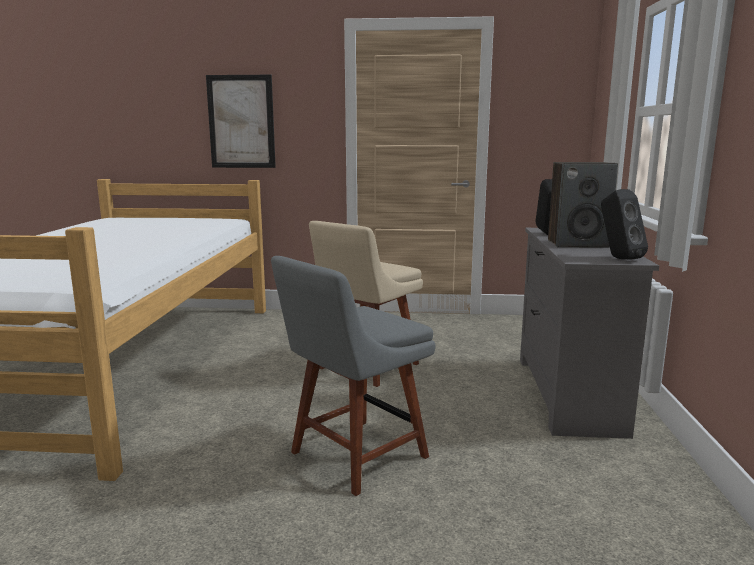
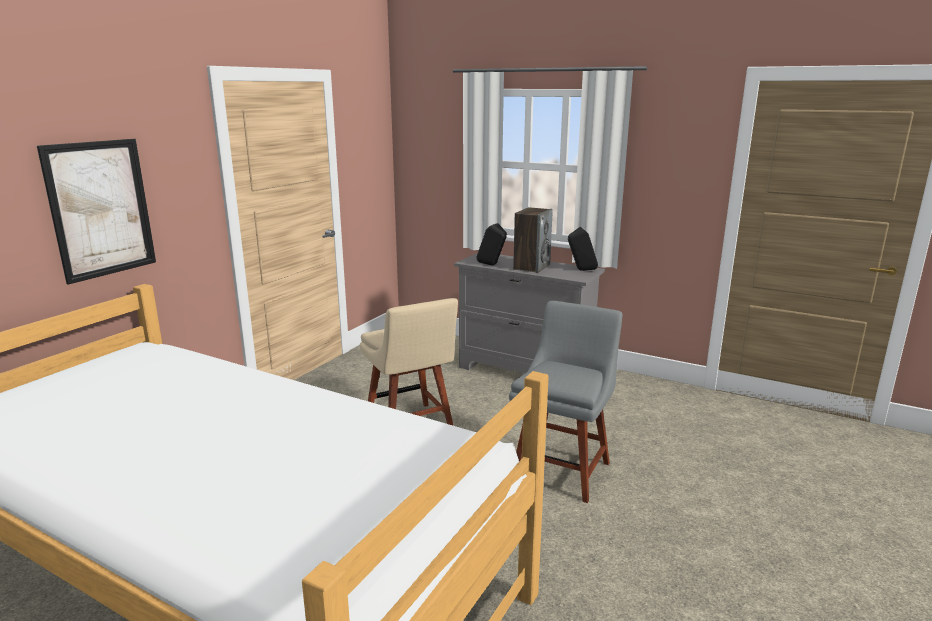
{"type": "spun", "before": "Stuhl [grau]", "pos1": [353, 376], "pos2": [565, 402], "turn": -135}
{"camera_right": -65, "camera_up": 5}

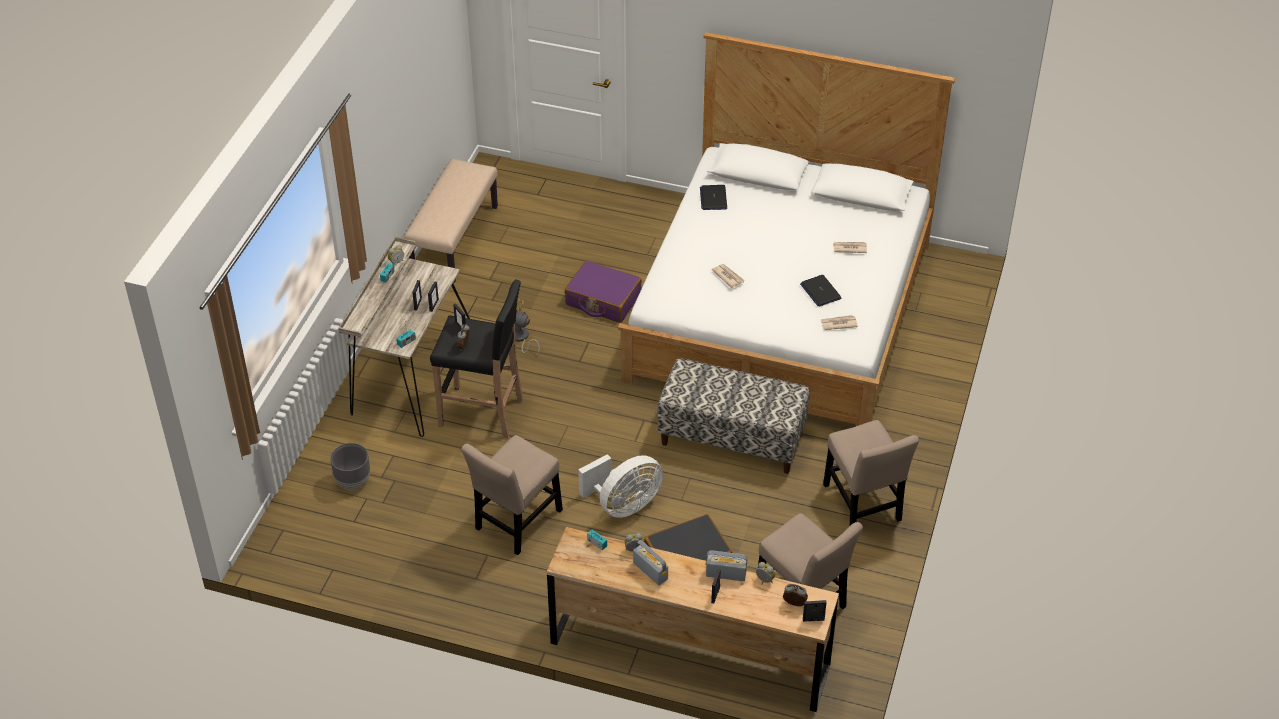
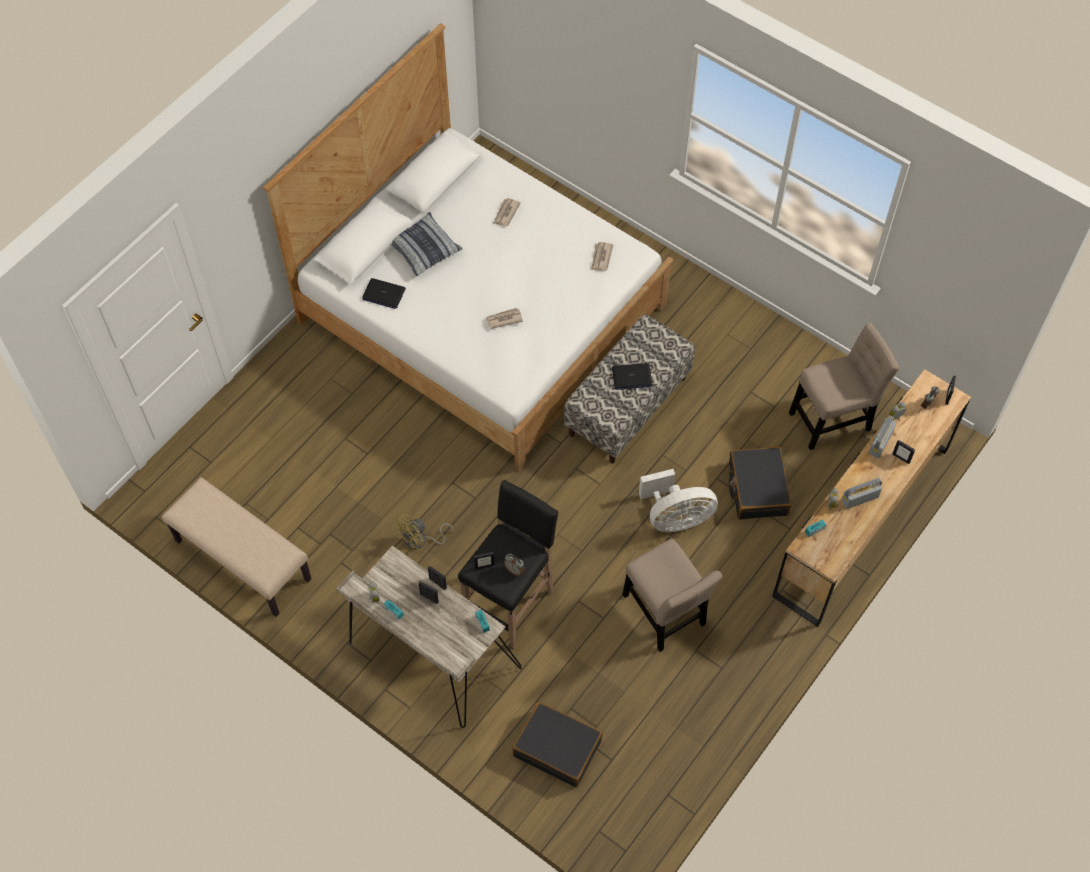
{"type": "missing", "before": "Koffer [lila]", "pos1": [603, 291]}
{"type": "missing", "before": "Stuhl [beige]", "pos1": [871, 473]}
{"type": "appeared", "after": "Kissen", "pos2": [427, 244]}
{"type": "relocated", "before": "Laptop", "pos1": [820, 291], "pos2": [632, 376]}
{"type": "exchanged", "before": "Pflanzkübel [grau]", "after": "Koffer [schwarz]", "pos1": [350, 466], "pos2": [557, 744]}
{"type": "spun", "before": "Ventilator [weiß]", "pos1": [620, 486], "pos2": [678, 500], "turn": 90}
{"camera_right": -70, "camera_up": 15}

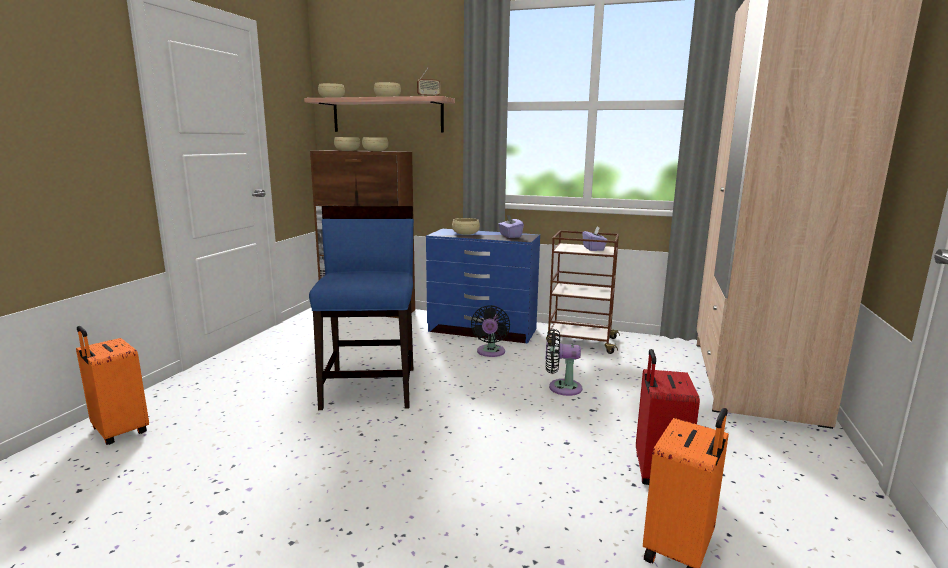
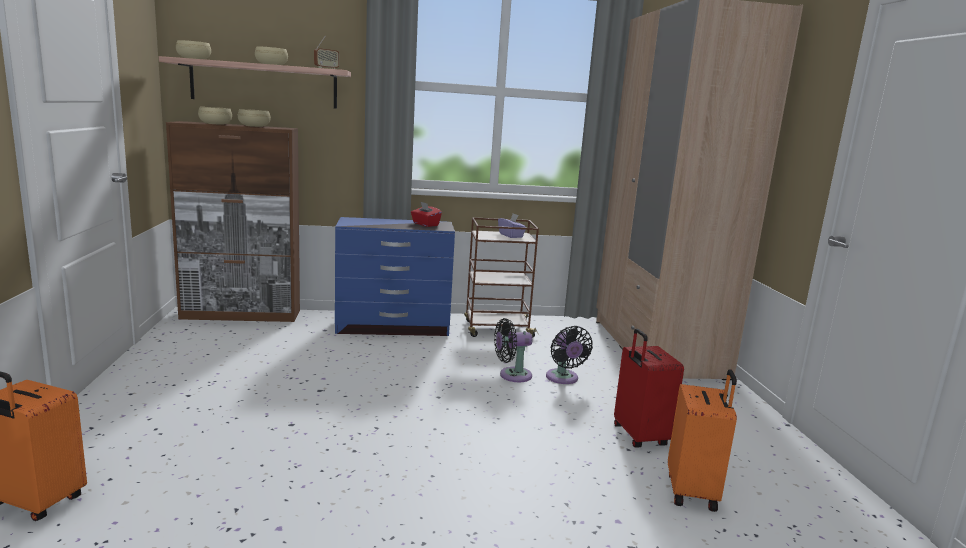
{"type": "missing", "before": "Stuhl [blau]", "pos1": [361, 308]}
{"type": "missing", "before": "Schüssel [beige]", "pos1": [466, 226]}
{"type": "relocated", "before": "Ventilator [schwarz]", "pos1": [490, 331], "pos2": [569, 355]}
{"type": "colour", "before": "Taschentuchbox [lila]", "after": "Taschentuchbox [rot]", "pos1": [511, 226], "pos2": [426, 214]}
{"camera_right": -25, "camera_up": 0}

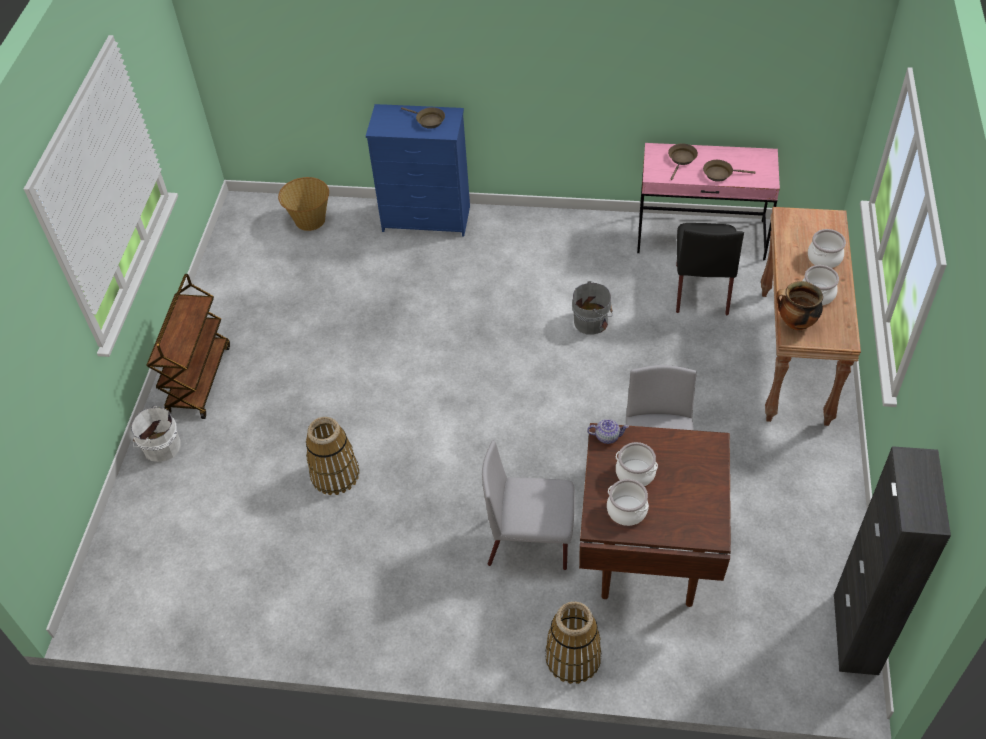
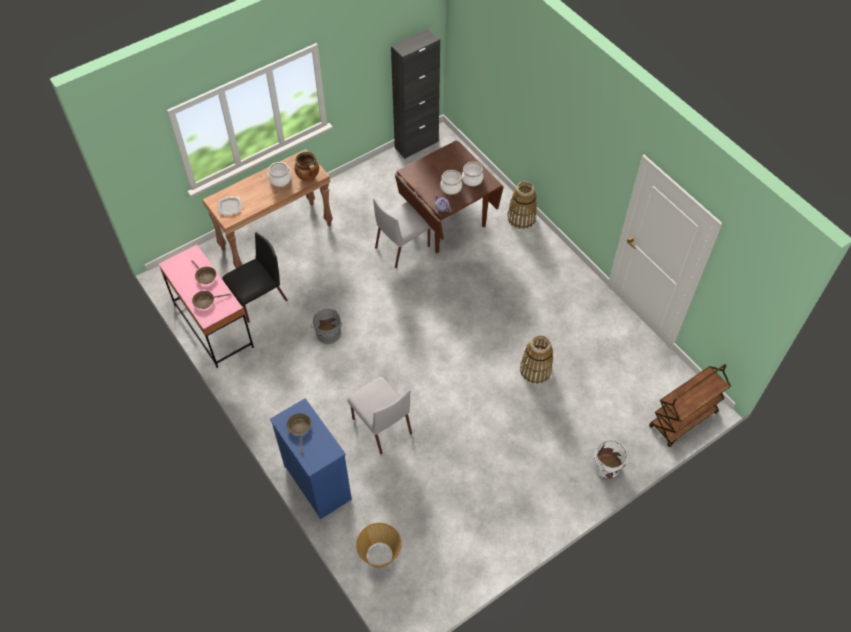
{"type": "missing", "before": "Kochtopf", "pos1": [827, 248]}
{"type": "appeared", "after": "Teller", "pos2": [229, 205]}
{"type": "relocated", "before": "Rollwagen [braun]", "pos1": [188, 346], "pos2": [690, 405]}
{"type": "relocated", "before": "Stuhl [grau]", "pos1": [528, 505], "pos2": [379, 415]}
{"camera_right": -135, "camera_up": 5}

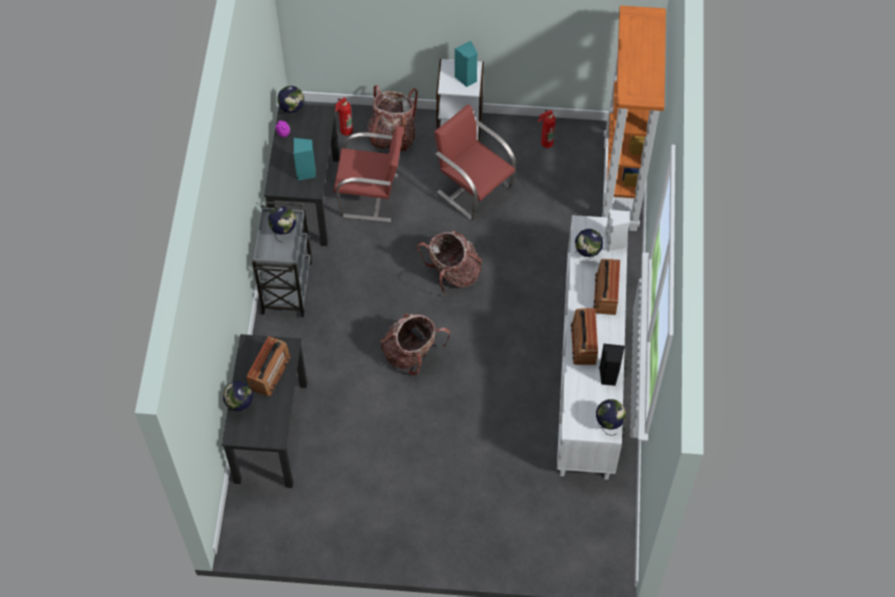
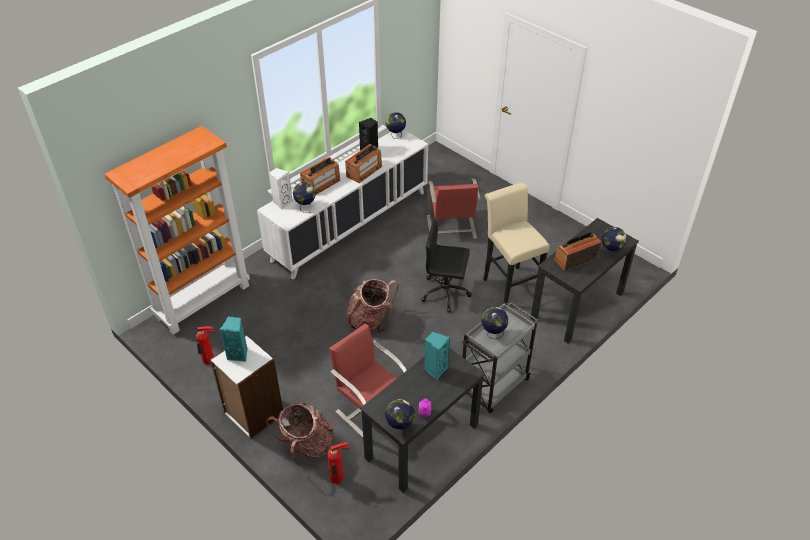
{"type": "appeared", "after": "Hocker [beige]", "pos2": [516, 243]}
{"type": "relocated", "before": "Stuhl [rot]", "pos1": [475, 162], "pos2": [454, 208]}
{"type": "exchanged", "before": "Rucksack", "after": "Bürostuhl [schwarz]", "pos1": [415, 344], "pos2": [446, 266]}
{"camera_right": -140, "camera_up": -15}

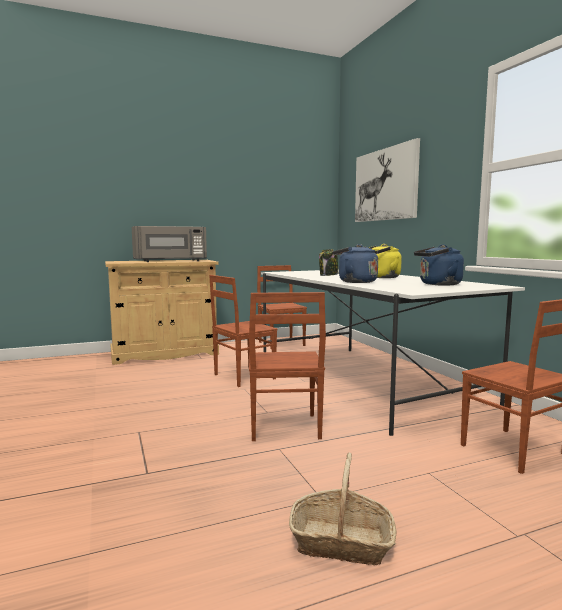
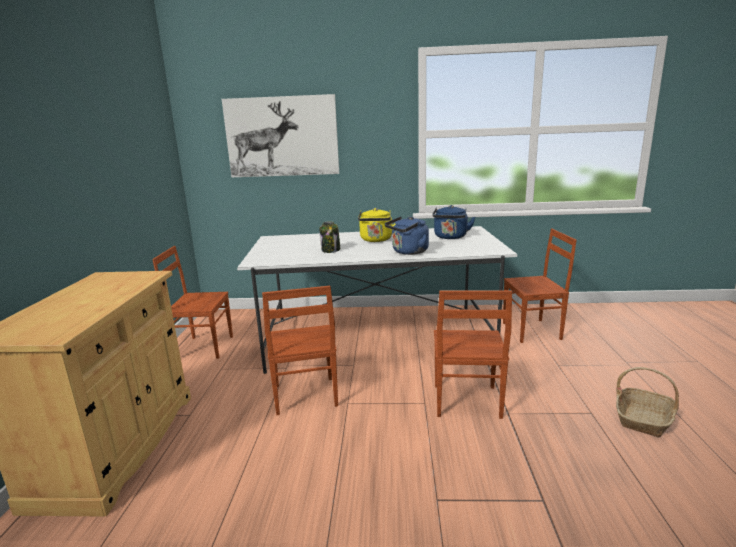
{"type": "missing", "before": "Mikrowelle [grau]", "pos1": [169, 244]}
{"type": "spun", "before": "Stuhl [braun]", "pos1": [287, 366], "pos2": [473, 354], "turn": 75}
{"camera_right": -65, "camera_up": 10}

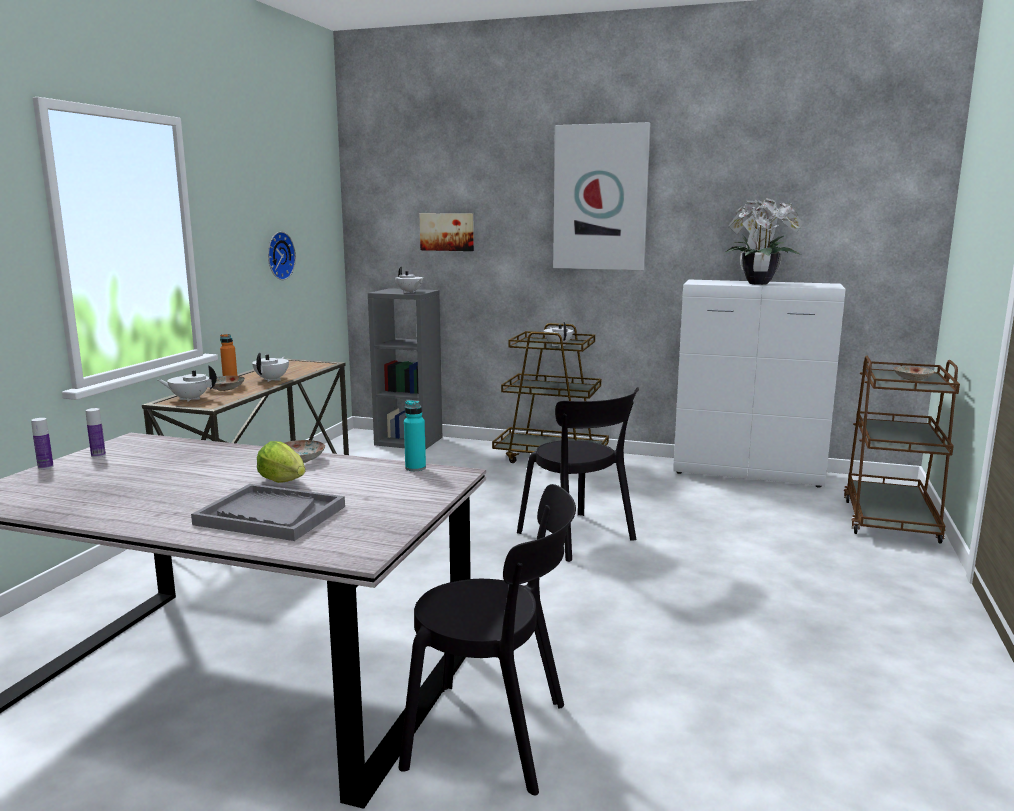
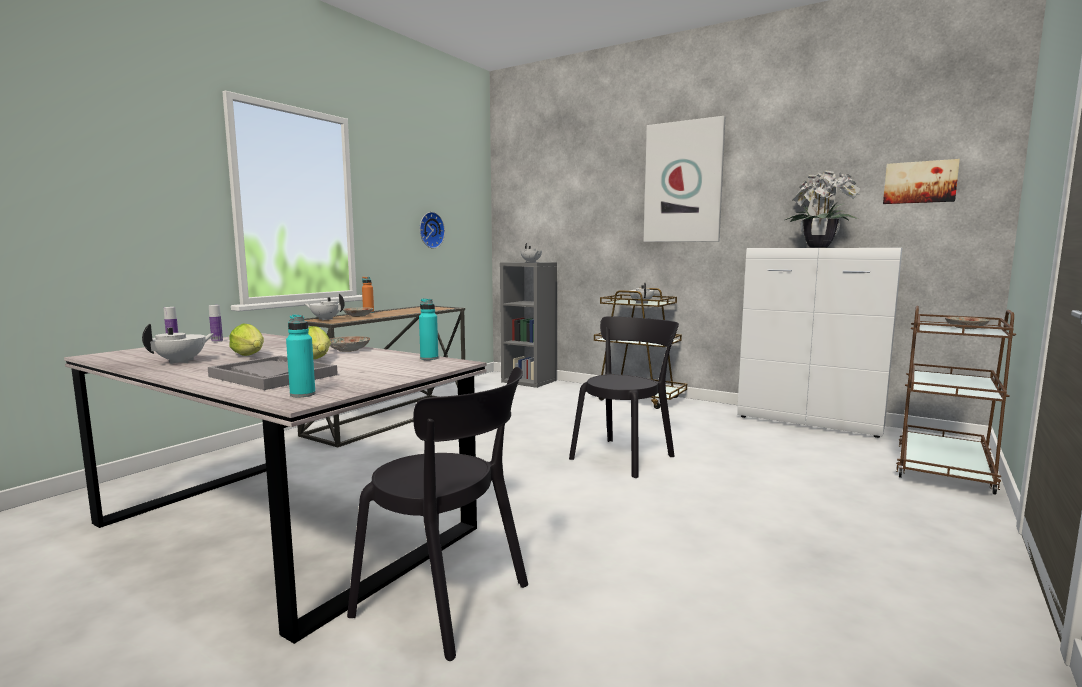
{"type": "appeared", "after": "Salatkopf", "pos2": [246, 340]}
{"type": "appeared", "after": "Flasche [türkis]", "pos2": [300, 355]}
{"type": "relocated", "before": "Teekanne [weiß]", "pos1": [270, 367], "pos2": [178, 344]}
{"type": "relocated", "before": "Bild", "pos1": [446, 232], "pos2": [921, 181]}
{"type": "spun", "before": "Stuhl [schwarz]", "pos1": [578, 474], "pos2": [624, 397], "turn": -120}
{"camera_right": 15, "camera_up": -5}

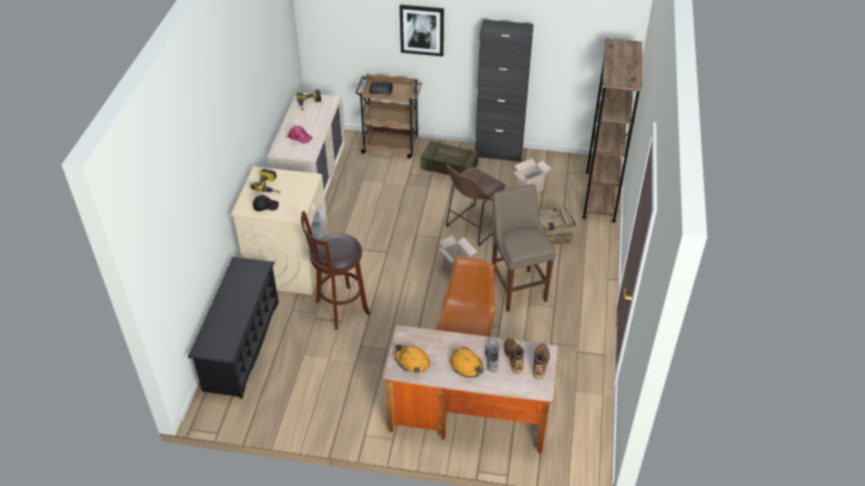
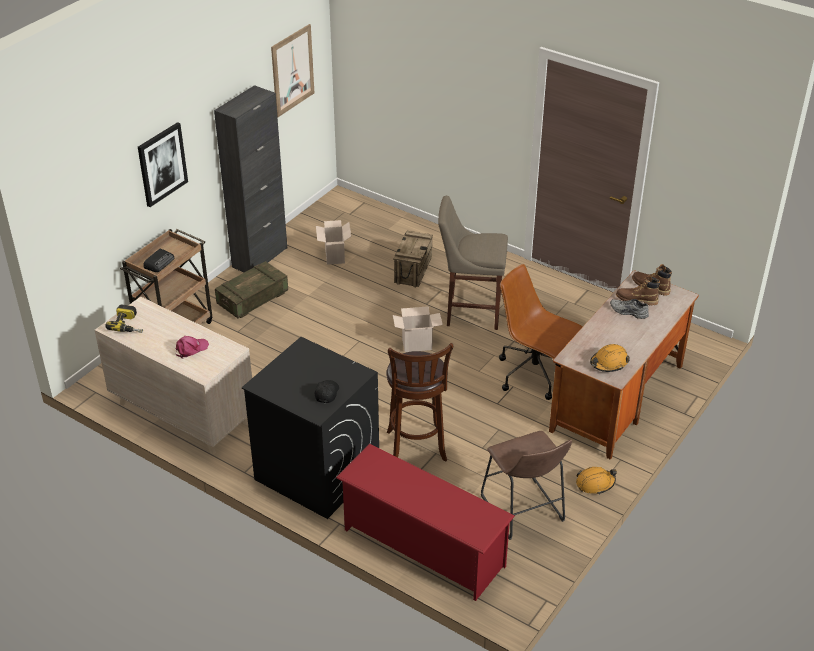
{"type": "missing", "before": "Bohrmaschine", "pos1": [265, 181]}
{"type": "missing", "before": "Bücherregal [braun]", "pos1": [612, 130]}
{"type": "appeared", "after": "Bild", "pos2": [292, 70]}
{"type": "relocated", "before": "Hocker [braun]", "pos1": [476, 205], "pos2": [526, 485]}
{"type": "relocated", "before": "Schutzhelm [orange]", "pos1": [467, 362], "pos2": [596, 480]}
{"type": "colour", "before": "Schuhregal [schwarz]", "after": "Schuhregal [rot]", "pos1": [233, 328], "pos2": [425, 522]}
{"type": "colour", "before": "Waschmaschine [beige]", "after": "Waschmaschine [schwarz]", "pos1": [280, 231], "pos2": [310, 428]}
{"camera_right": -65, "camera_up": -5}

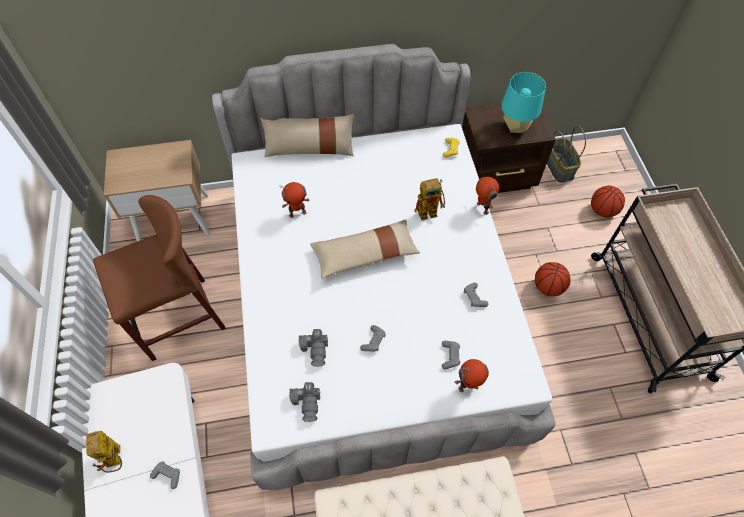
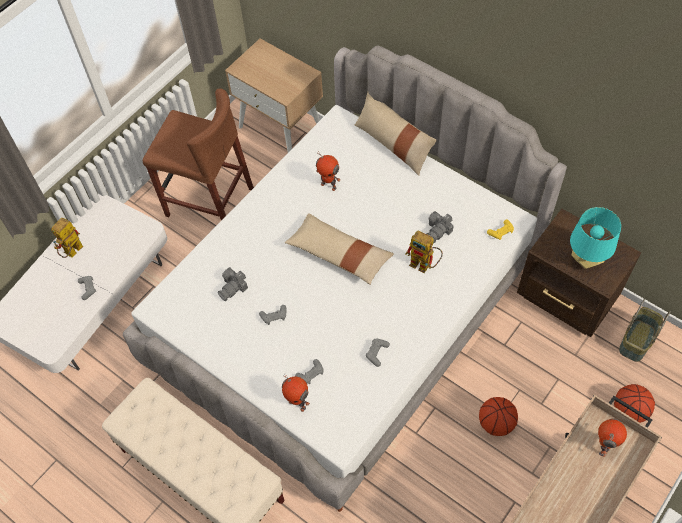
{"type": "relocated", "before": "Kamera", "pos1": [304, 402], "pos2": [440, 227]}
{"type": "relocated", "before": "Spielzeugroboter", "pos1": [487, 196], "pos2": [612, 437]}
{"camera_right": 50, "camera_up": 0}

